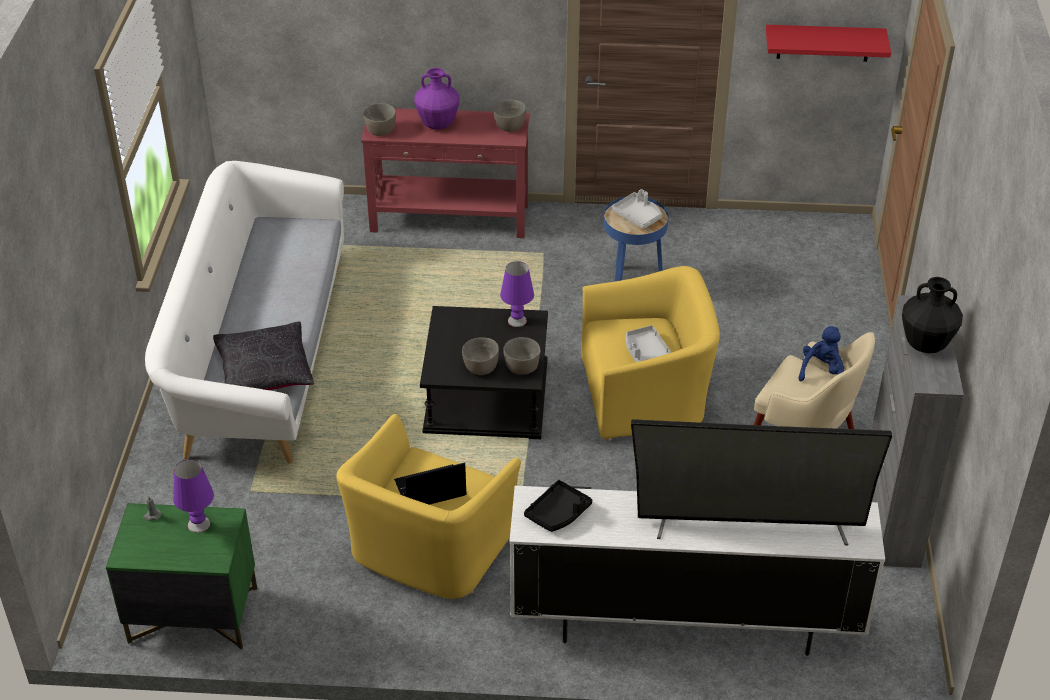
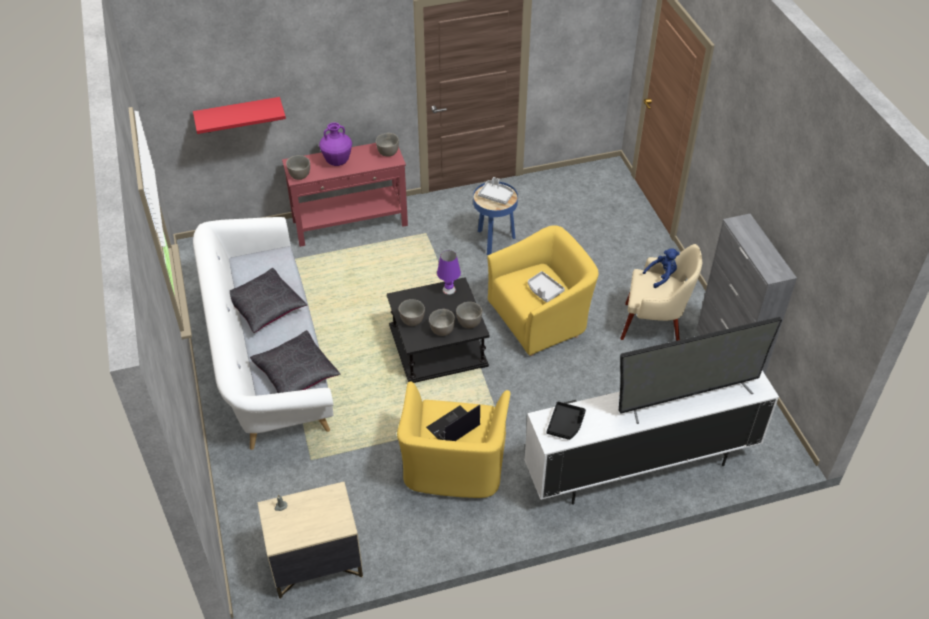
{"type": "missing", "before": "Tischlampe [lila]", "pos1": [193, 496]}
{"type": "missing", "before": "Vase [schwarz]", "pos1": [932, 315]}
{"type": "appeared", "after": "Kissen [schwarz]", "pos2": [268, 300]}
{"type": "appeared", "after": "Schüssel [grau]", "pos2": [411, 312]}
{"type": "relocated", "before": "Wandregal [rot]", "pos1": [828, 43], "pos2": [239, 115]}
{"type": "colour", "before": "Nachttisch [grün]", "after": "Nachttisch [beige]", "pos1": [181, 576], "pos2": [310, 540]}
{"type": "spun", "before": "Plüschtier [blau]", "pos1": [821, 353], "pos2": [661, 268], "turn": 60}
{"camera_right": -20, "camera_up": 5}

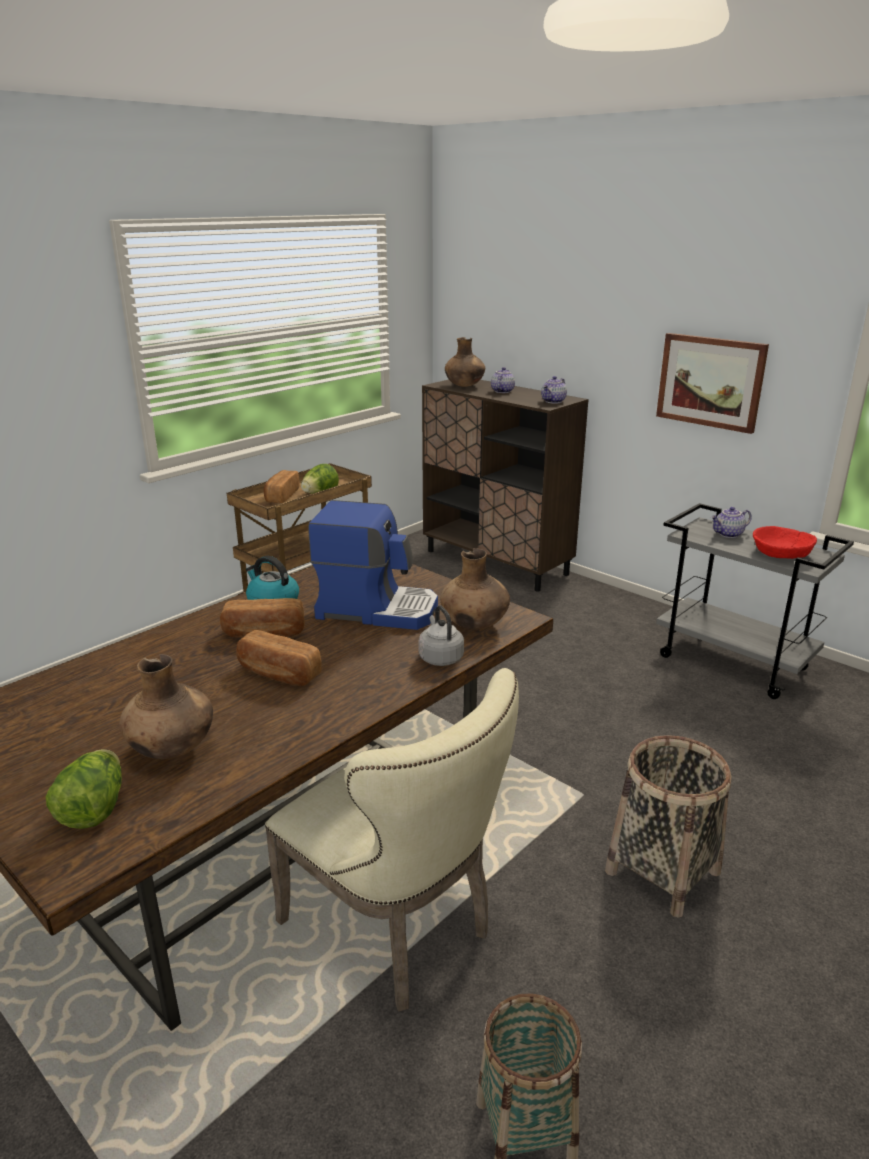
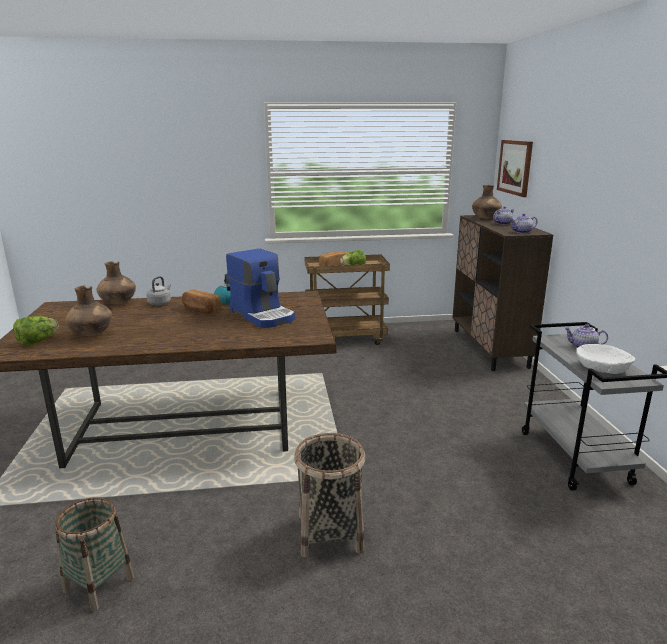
{"type": "missing", "before": "Brot", "pos1": [279, 658]}
{"type": "missing", "before": "Stuhl [beige]", "pos1": [392, 840]}
{"type": "relocated", "before": "Wasserkessel [grau]", "pos1": [441, 635], "pos2": [158, 291]}
{"type": "relocated", "before": "Vase [braun]", "pos1": [475, 588], "pos2": [116, 282]}
{"type": "relocated", "before": "Bild", "pos1": [712, 383], "pos2": [515, 168]}
{"type": "colour", "before": "Schüssel [rot]", "after": "Schüssel [weiß]", "pos1": [785, 542], "pos2": [605, 359]}
{"camera_right": 40, "camera_up": -5}

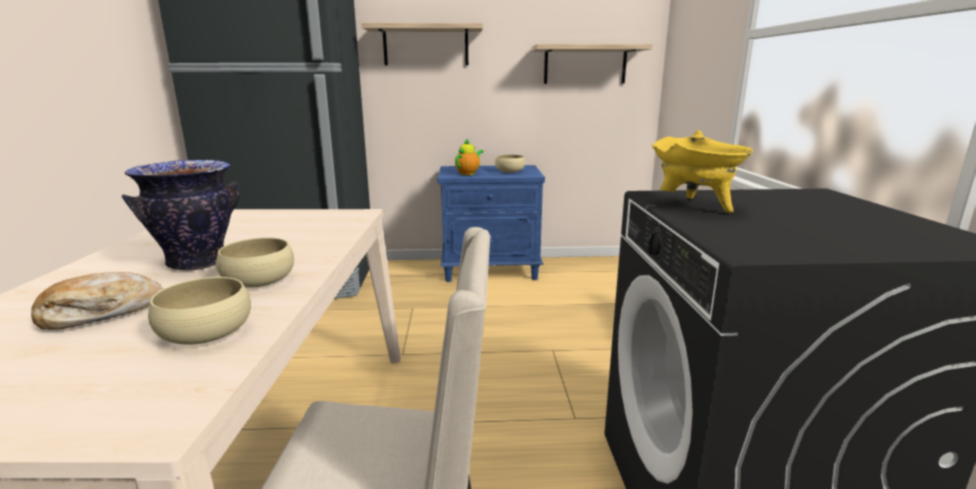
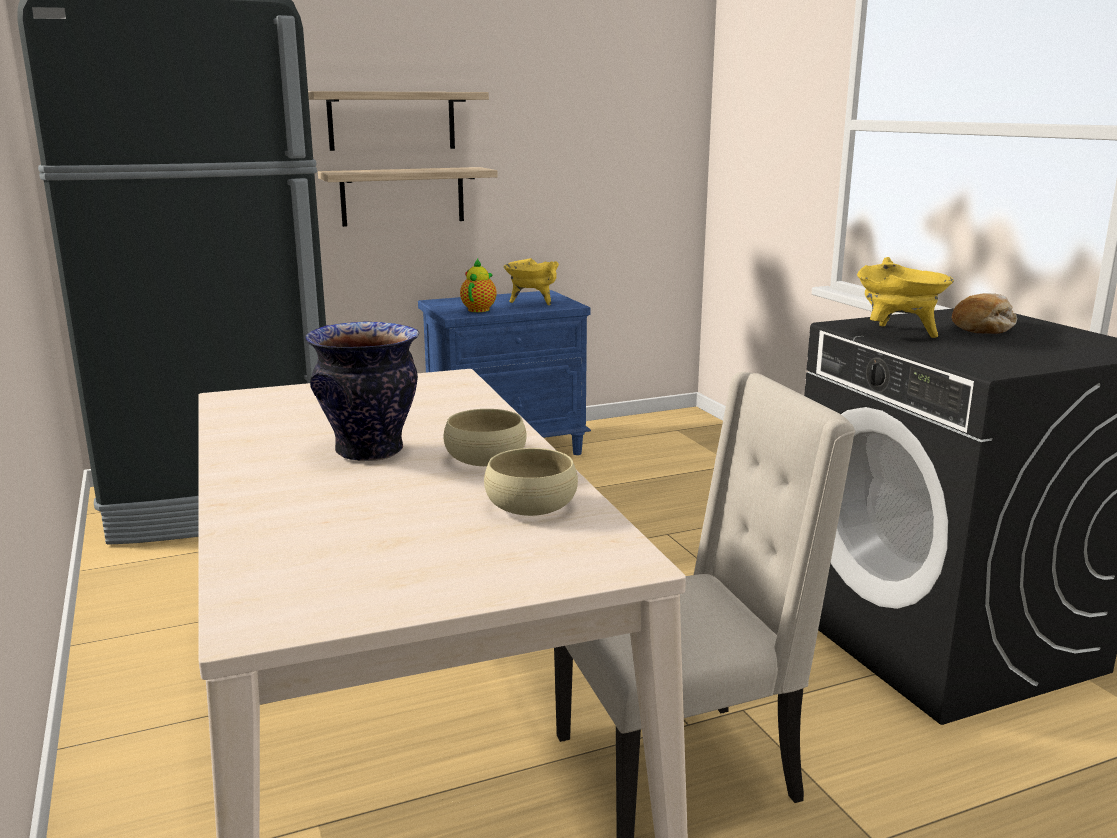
{"type": "relocated", "before": "Brot", "pos1": [97, 301], "pos2": [984, 313]}
{"type": "relocated", "before": "Wandregal", "pos1": [592, 64], "pos2": [407, 197]}
{"type": "exchanged", "before": "Schüssel [beige]", "after": "Kochtopf [gelb]", "pos1": [510, 163], "pos2": [531, 281]}
{"camera_right": -20, "camera_up": 0}

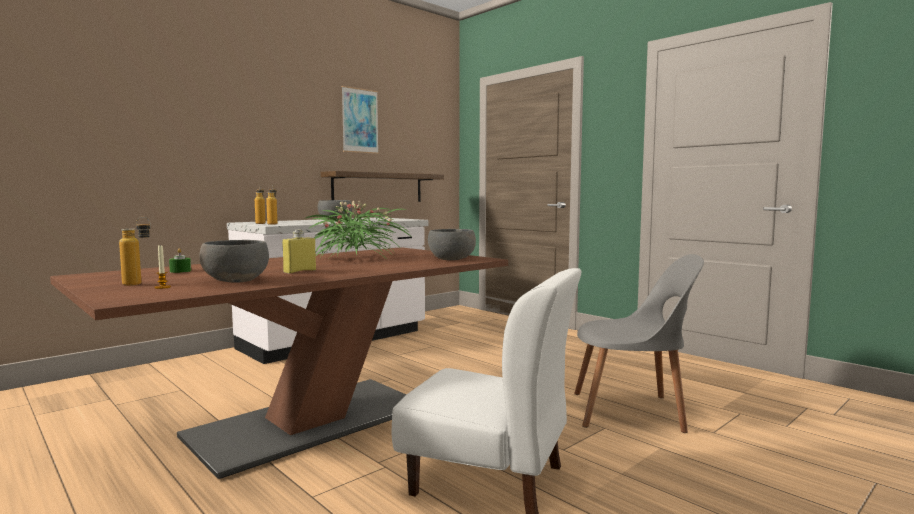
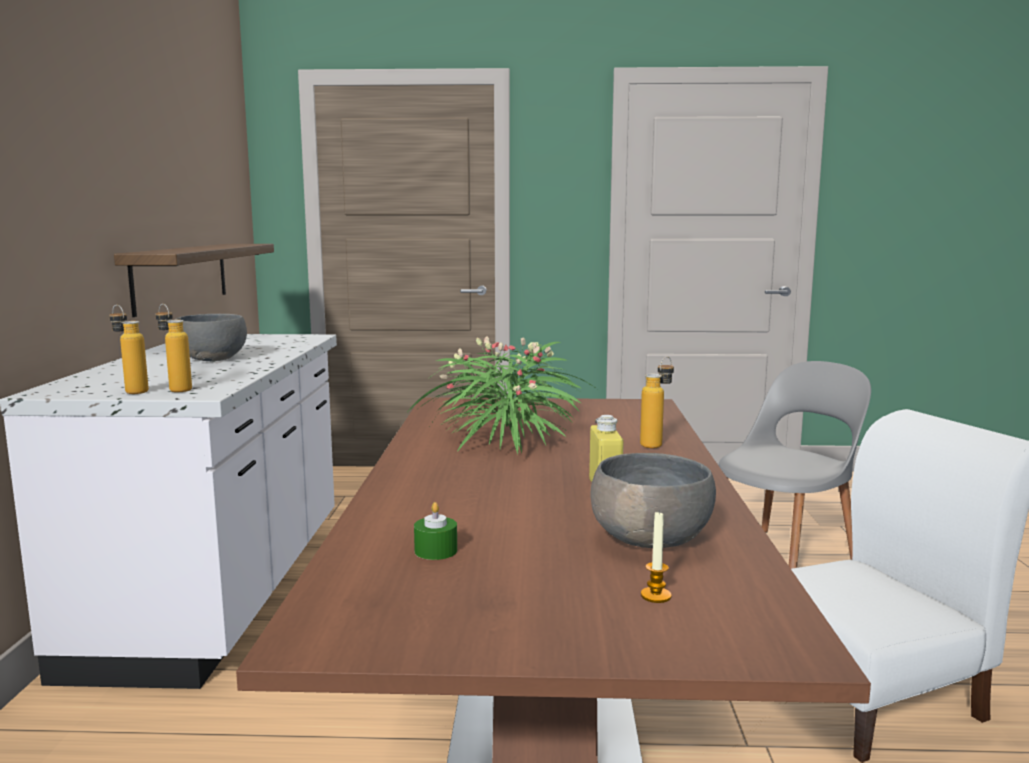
{"type": "missing", "before": "Bild", "pos1": [360, 120]}
{"type": "missing", "before": "Schüssel [grau]", "pos1": [452, 244]}
{"type": "relocated", "before": "Flasche", "pos1": [135, 251], "pos2": [657, 402]}
{"camera_right": -45, "camera_up": 5}

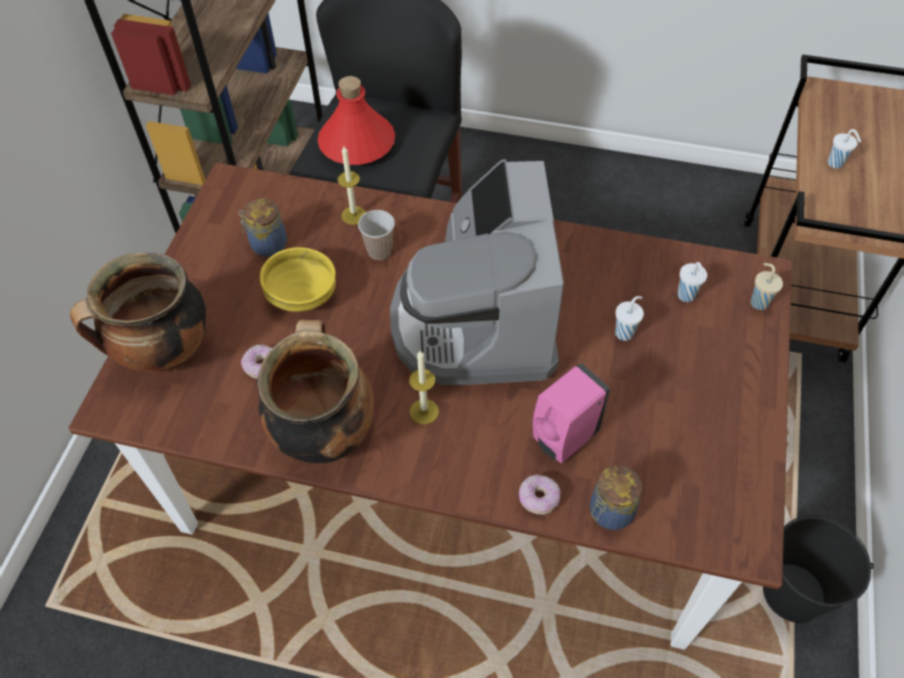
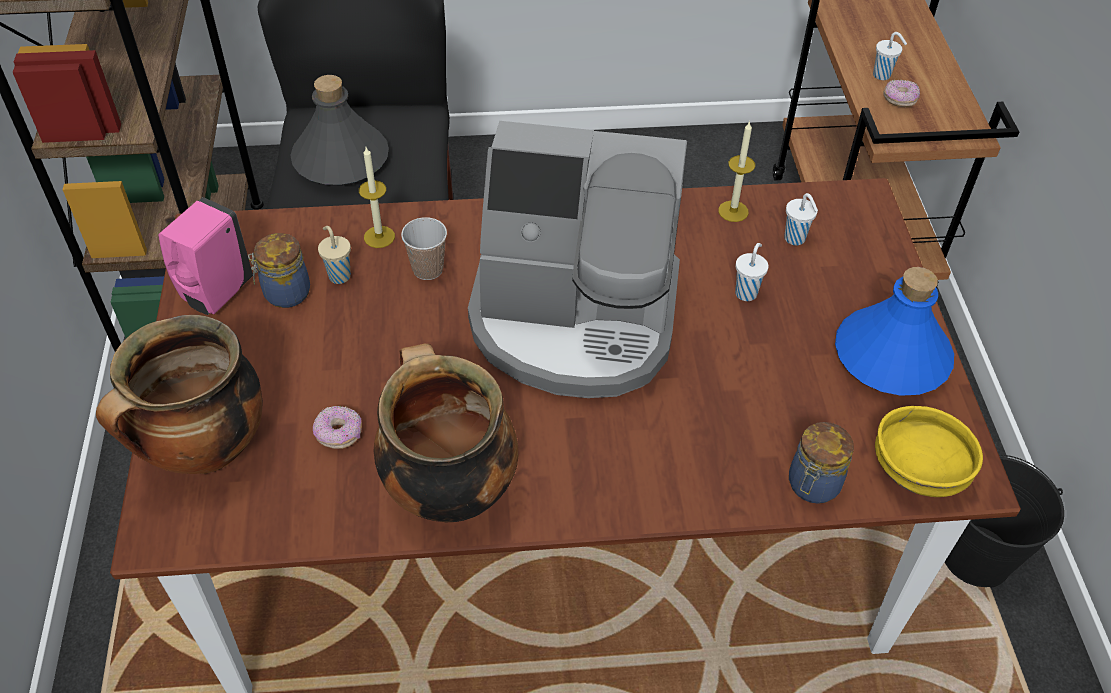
{"type": "appeared", "after": "Flasche [blau]", "pos2": [894, 331]}
{"type": "relocated", "before": "Schüssel [gelb]", "pos1": [298, 279], "pos2": [929, 451]}
{"type": "relocated", "before": "Kerze", "pos1": [424, 387], "pos2": [736, 171]}
{"type": "relocated", "before": "Donut", "pos1": [539, 495], "pos2": [901, 93]}
{"type": "relocated", "before": "Seifenspender [rosa]", "pos1": [571, 413], "pos2": [205, 256]}
{"type": "relocated", "before": "Tasse [beige]", "pos1": [766, 286], "pos2": [334, 255]}
{"type": "colour", "before": "Flasche [rot]", "after": "Flasche [grau]", "pos1": [356, 120], "pos2": [339, 130]}
{"type": "spun", "before": "Kaffeemaschine", "pos1": [477, 272], "pos2": [577, 259], "turn": -60}
{"camera_right": -20, "camera_up": -5}

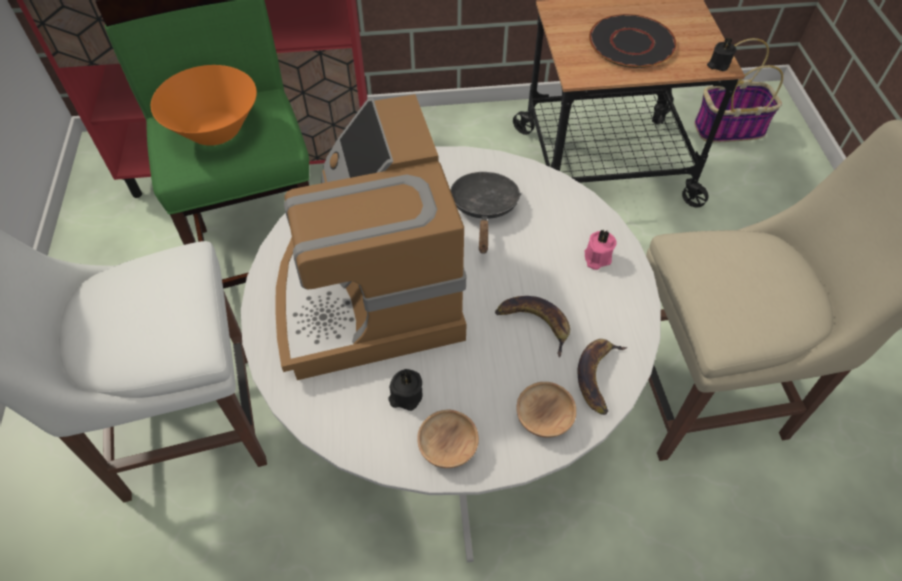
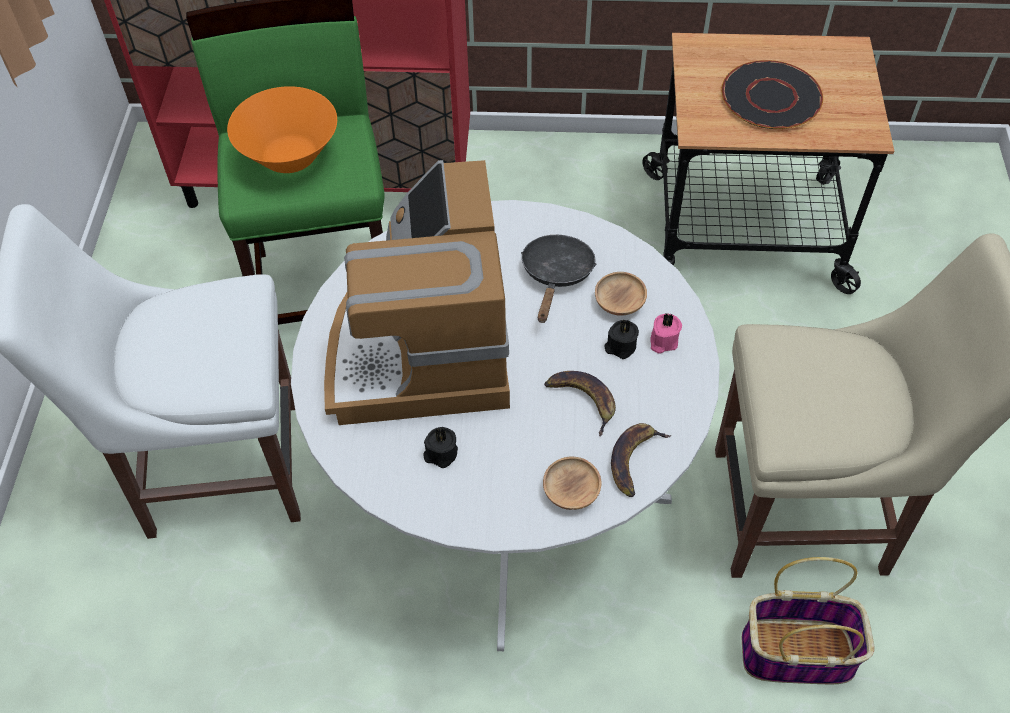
{"type": "relocated", "before": "Schüssel [braun]", "pos1": [448, 439], "pos2": [621, 294]}
{"type": "relocated", "before": "Korb", "pos1": [738, 90], "pos2": [807, 620]}
{"type": "relocated", "before": "Kerze [schwarz]", "pos1": [721, 54], "pos2": [621, 339]}
{"camera_right": 10, "camera_up": 0}

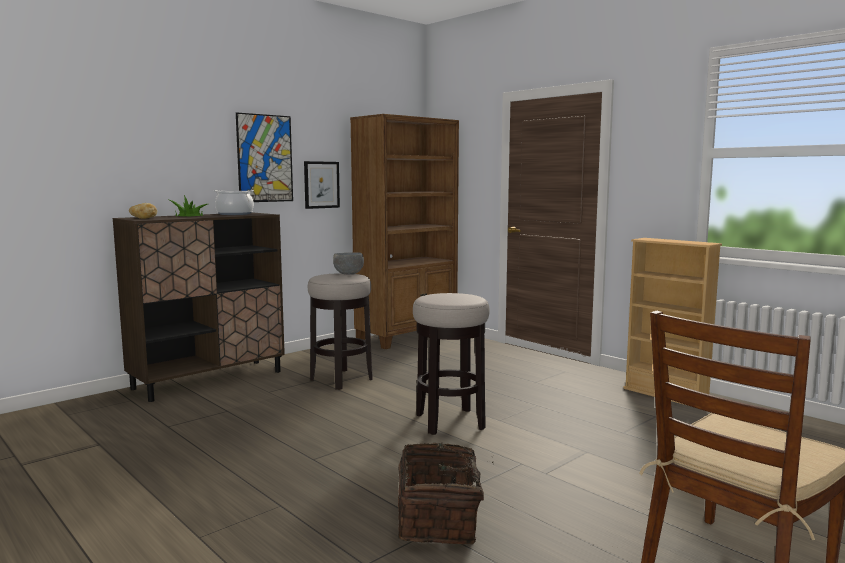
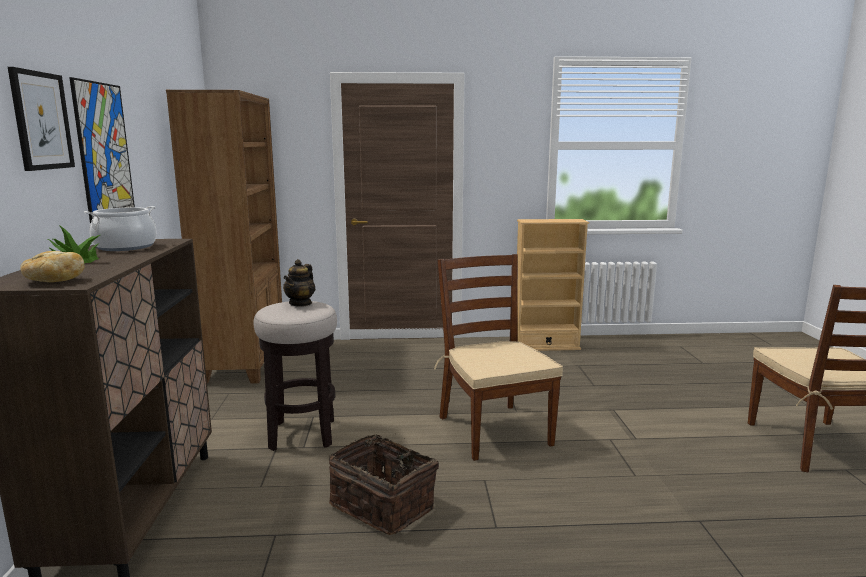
{"type": "relocated", "before": "Bild", "pos1": [322, 185], "pos2": [41, 119]}
{"type": "relocated", "before": "Korb", "pos1": [446, 494], "pos2": [384, 484]}
{"type": "exchanged", "before": "Schüssel [grau]", "after": "Teekanne", "pos1": [348, 263], "pos2": [299, 283]}
{"type": "exchanged", "before": "Hocker", "after": "Stuhl [braun]", "pos1": [451, 364], "pos2": [498, 357]}
{"camera_right": -50, "camera_up": 5}

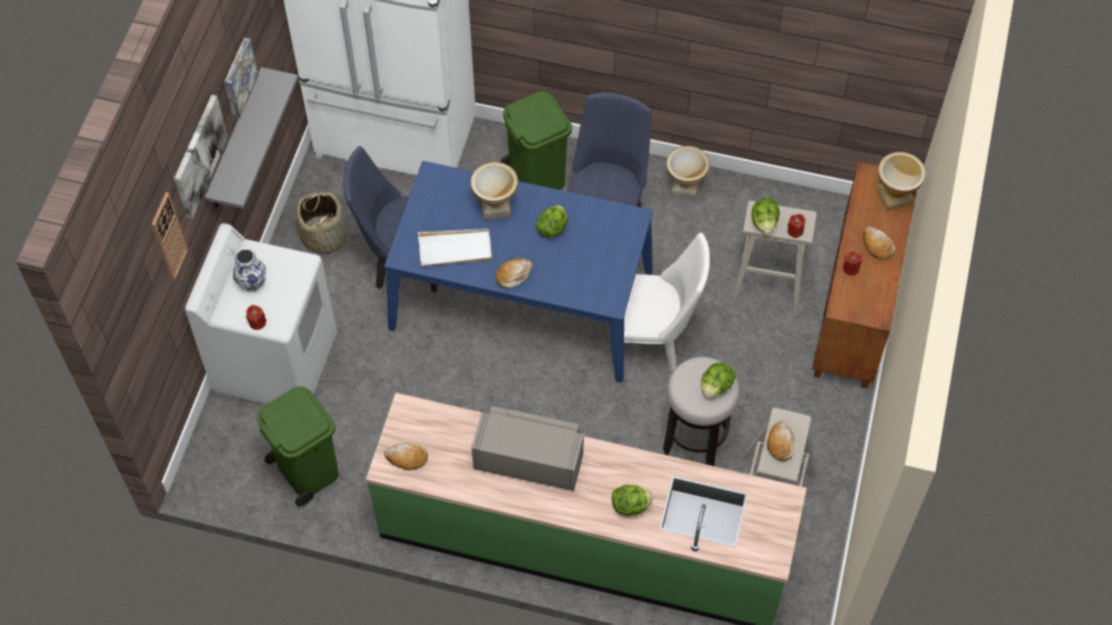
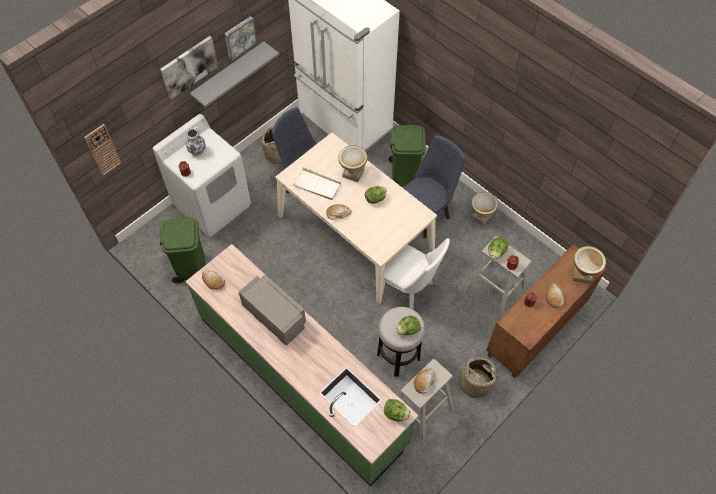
{"type": "appeared", "after": "Korb", "pos2": [475, 377]}
{"type": "relocated", "before": "Wanduhr", "pos1": [170, 236], "pos2": [102, 150]}
{"type": "relocated", "before": "Salatkopf", "pos1": [632, 500], "pos2": [397, 410]}
{"type": "colour", "before": "Esstisch [blau]", "after": "Esstisch [beige]", "pos1": [518, 272], "pos2": [356, 218]}
{"camera_right": 30, "camera_up": 0}

